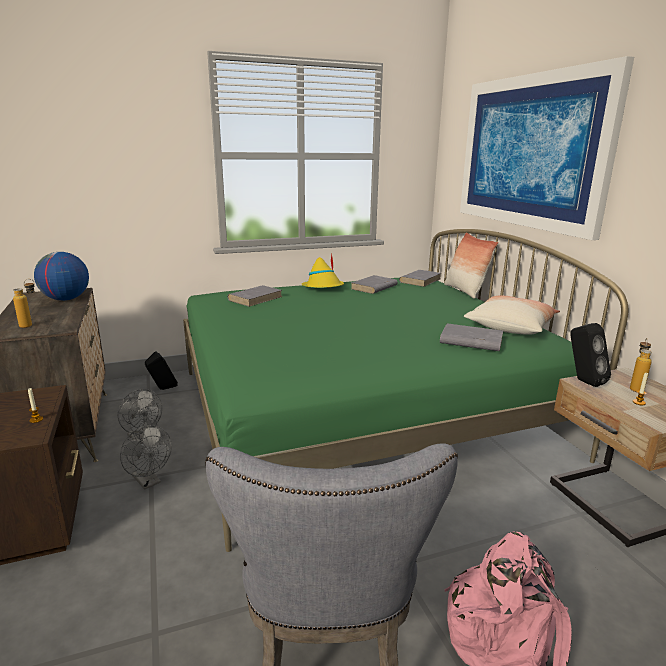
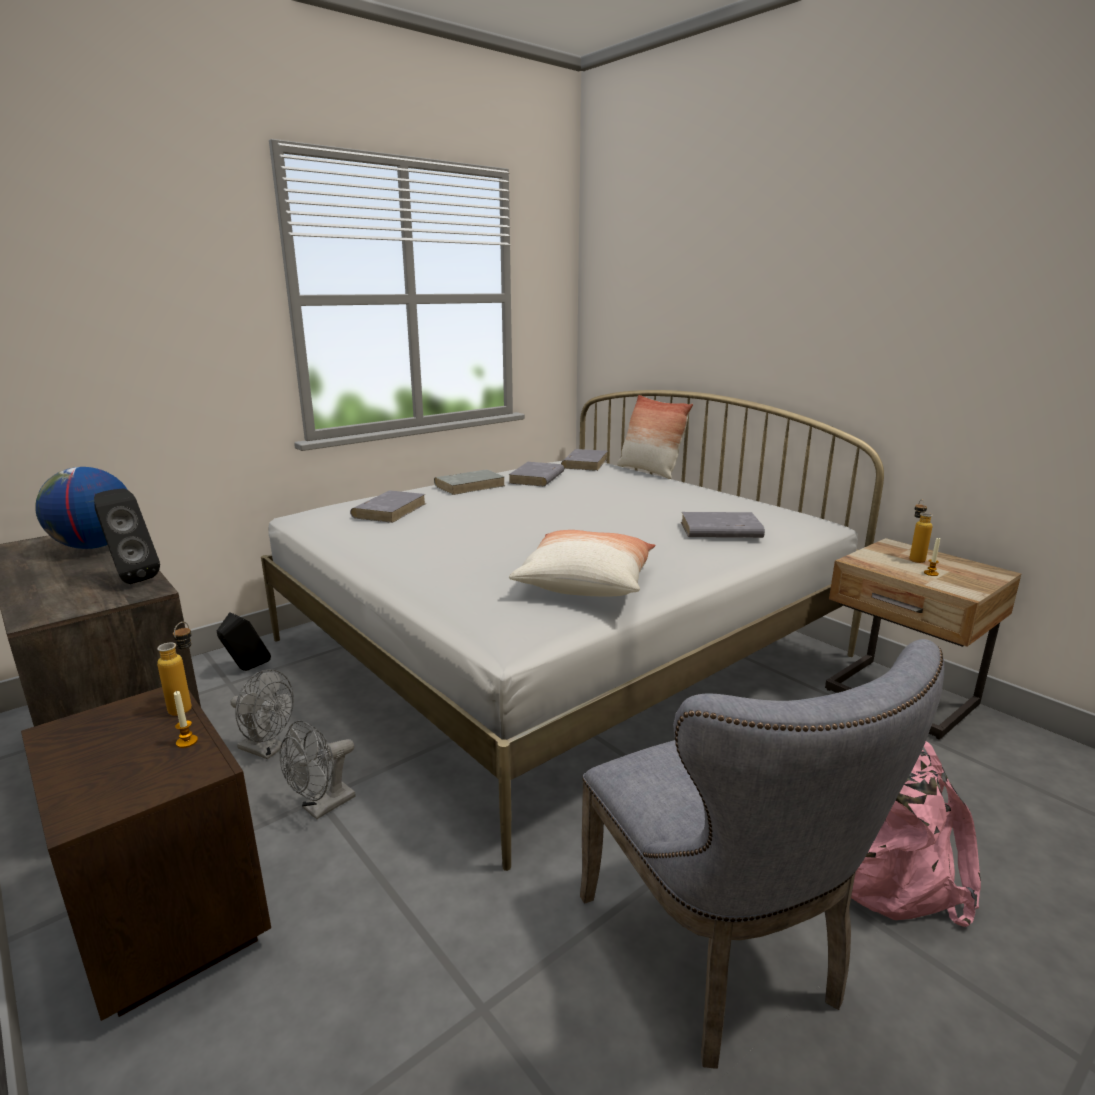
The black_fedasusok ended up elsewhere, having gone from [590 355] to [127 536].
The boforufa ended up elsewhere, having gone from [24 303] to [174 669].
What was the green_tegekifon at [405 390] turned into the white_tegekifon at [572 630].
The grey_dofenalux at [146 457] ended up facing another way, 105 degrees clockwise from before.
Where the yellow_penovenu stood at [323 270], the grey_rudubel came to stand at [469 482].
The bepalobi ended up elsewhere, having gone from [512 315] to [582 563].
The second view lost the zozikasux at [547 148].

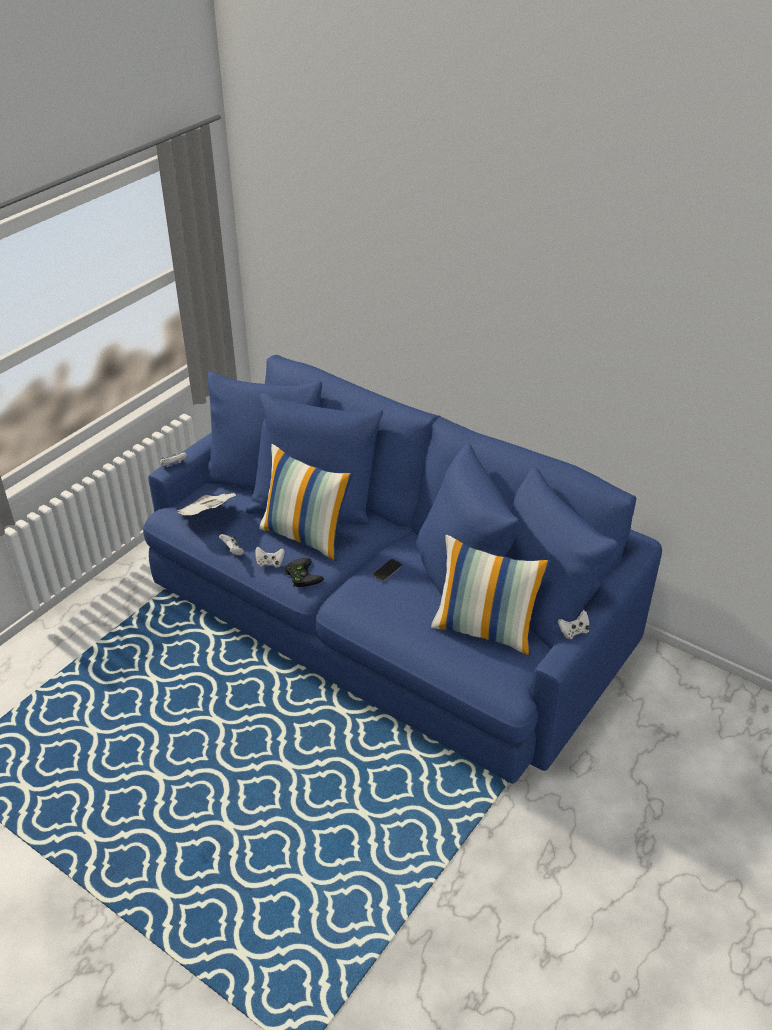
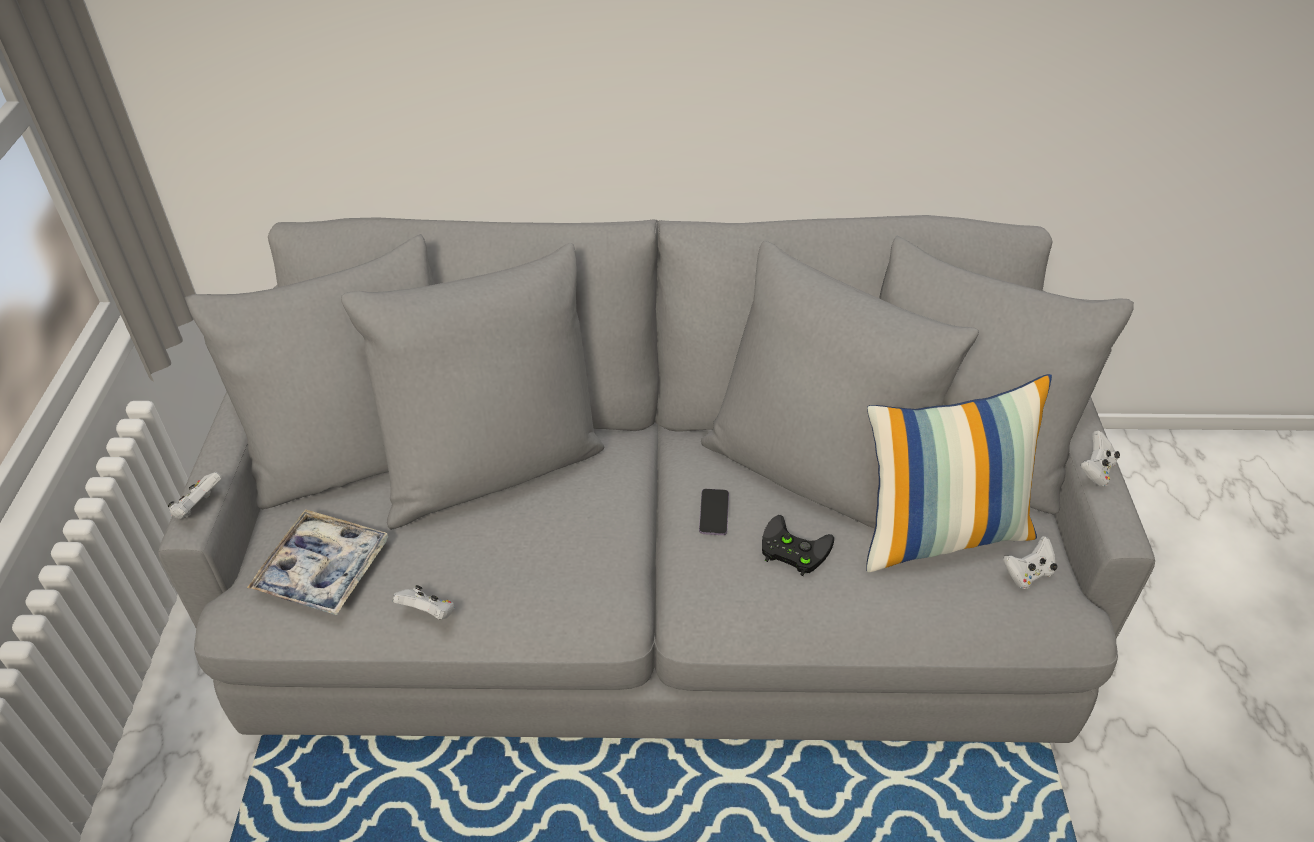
What was the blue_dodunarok at [402 569] turned into the grey_dodunarok at [656 479].
Where the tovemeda stood at [207 504], the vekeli came to stand at [317 562].
The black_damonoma ended up elsewhere, having gone from [304 572] to [798 545].
The white_damonoma ended up elsewhere, having gone from [269 557] to [1030 562].
The second view lost the bepalobi at [306 502].

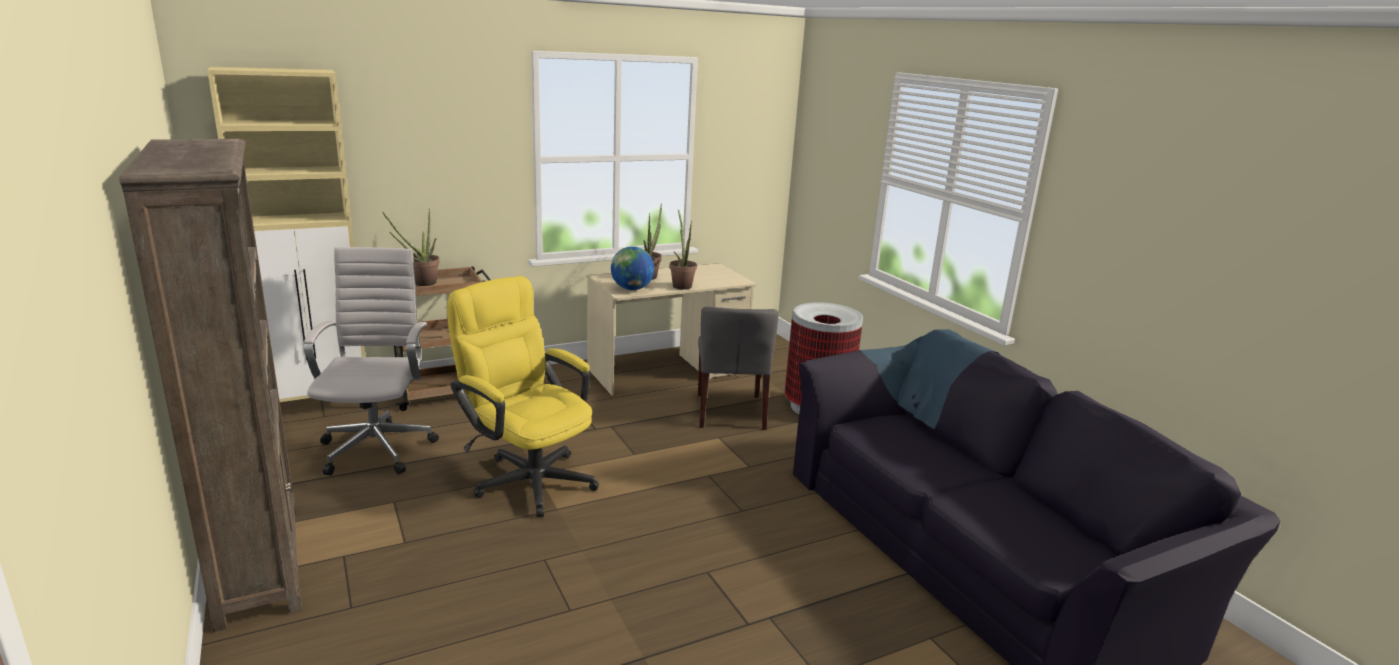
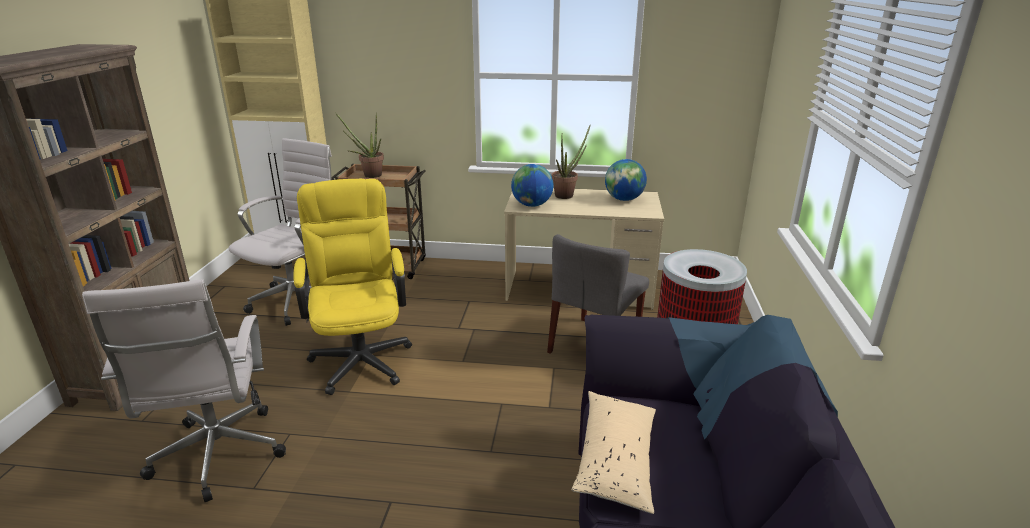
The second view gained the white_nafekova at [184 391].
The second view gained the beige_bepalobi at [613 452].
The second view gained the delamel at [626 180].
The second view lost the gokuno at [683 250].

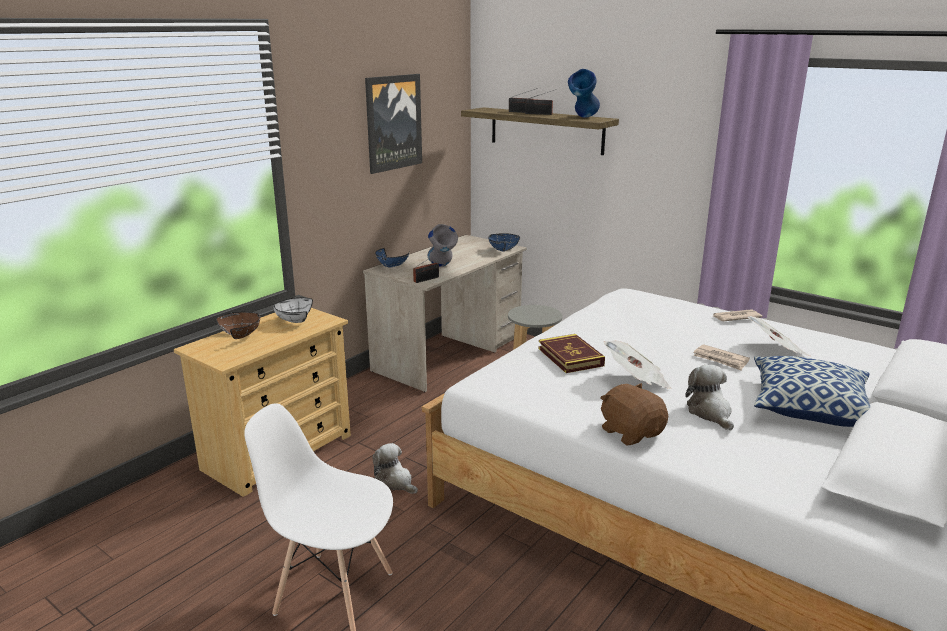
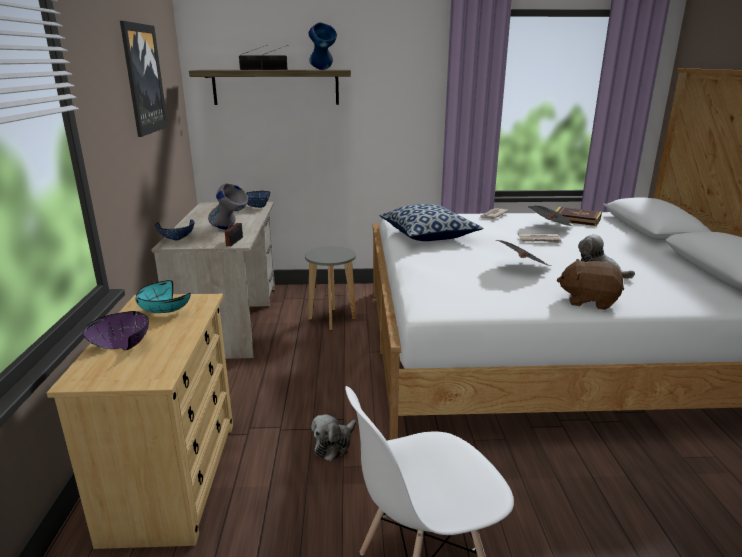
What was the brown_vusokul at [238 325] turned into the purple_vusokul at [116 331].
What was the white_vusokul at [293 310] turned into the turquoise_vusokul at [163 296].
The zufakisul at [395 468] ended up facing another way, 60 degrees counterclockwise from before.
The bepalobi ended up elsewhere, having gone from [812 391] to [431 222].
The rudubel ended up elsewhere, having gone from [571 353] to [578 216].

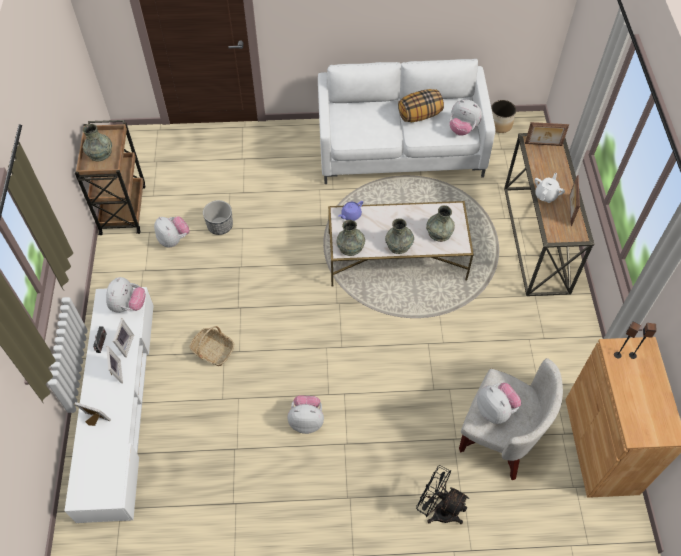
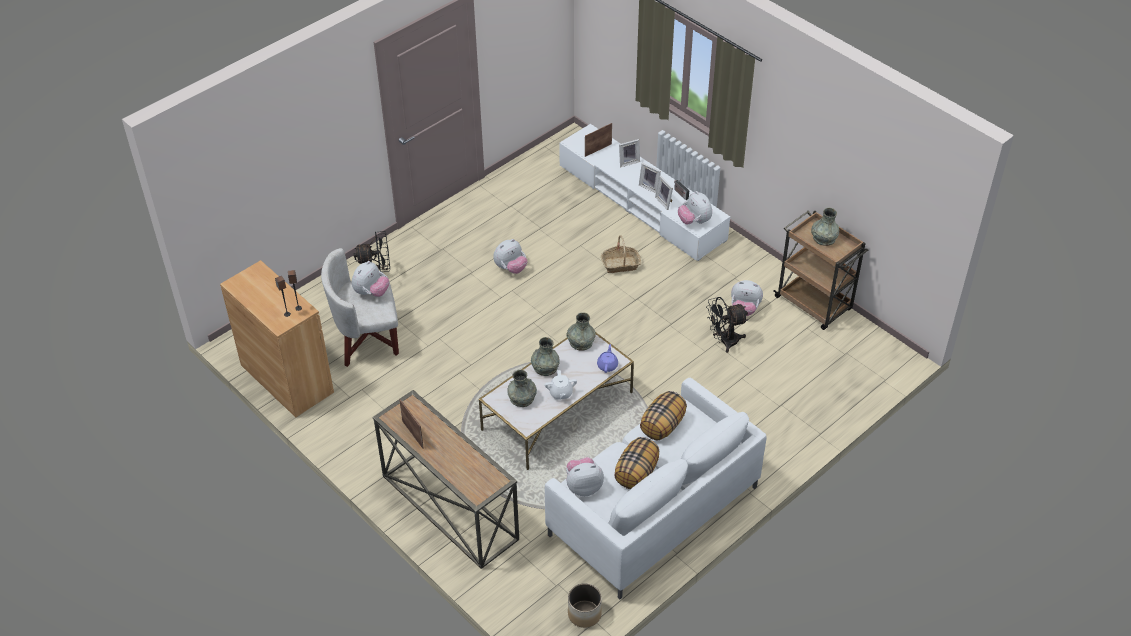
The zufakisul at [499 403] ended up facing another way, 75 degrees counterclockwise from before.
The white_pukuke ended up elsewhere, having gone from [549 188] to [561 385].
The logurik ended up elsewhere, having gone from [547 134] to [598 140].
The second view gained the bepalobi at [663 415].
Where the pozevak stood at [218 217], the black_dofenalux came to stand at [727 325].

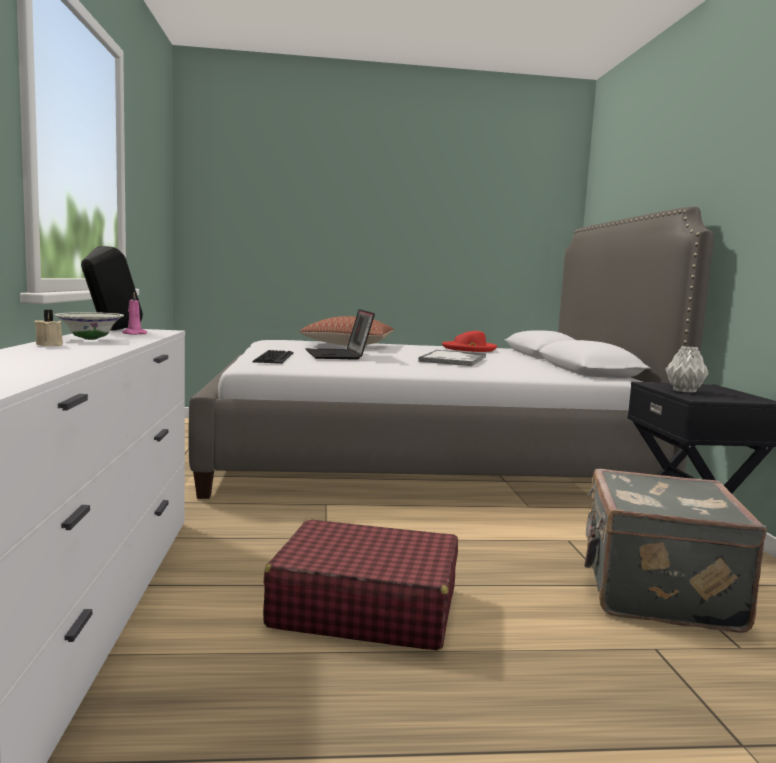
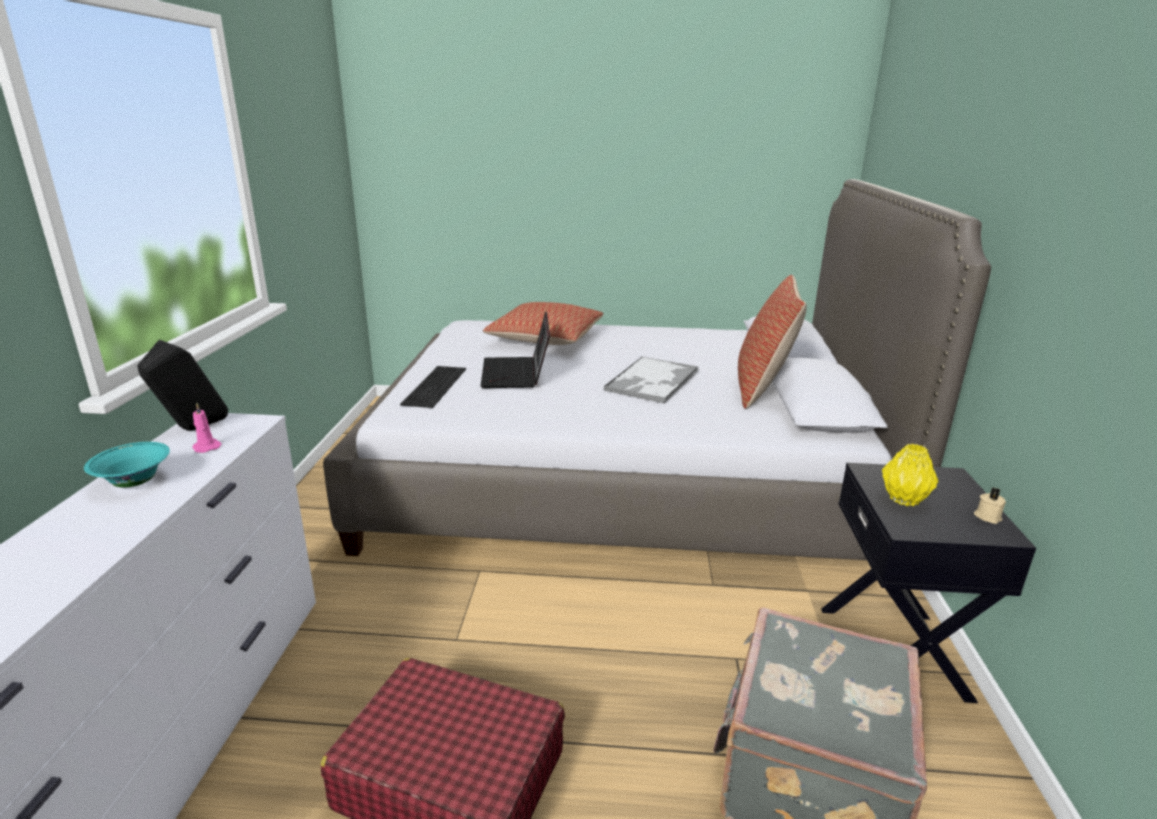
What was the white_vusokul at [89 326] turned into the turquoise_vusokul at [127 465].
The second view gained the bepalobi at [772 342].
What was the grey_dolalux at [686 369] turned into the yellow_dolalux at [910 475].
The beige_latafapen ended up elsewhere, having gone from [48 328] to [990 505].
The second view lost the red_penovenu at [469 341].

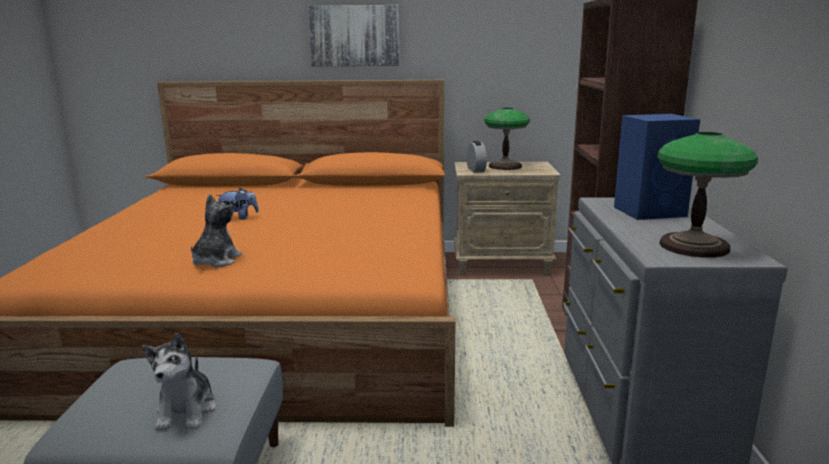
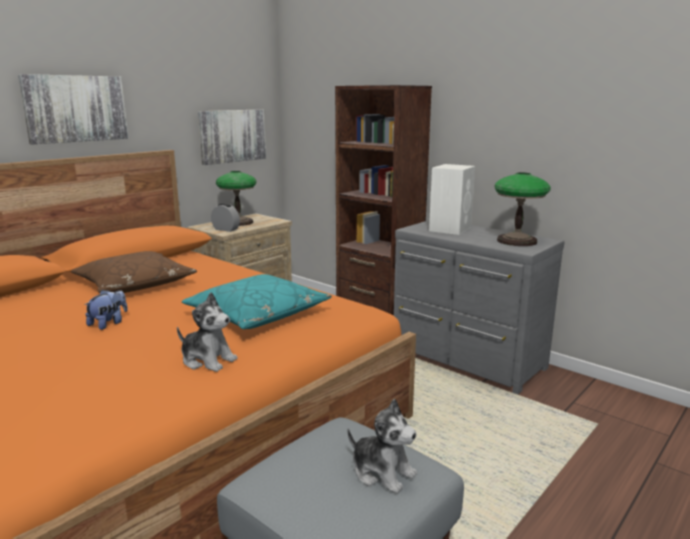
The second view gained the brown_bepalobi at [133 272].
The zufakisul at [216 231] ended up facing another way, 150 degrees clockwise from before.
The second view gained the turquoise_bepalobi at [257 301].
The second view gained the zozikasux at [232 137].
What was the blue_fedasusok at [657 167] turned into the white_fedasusok at [452 199].

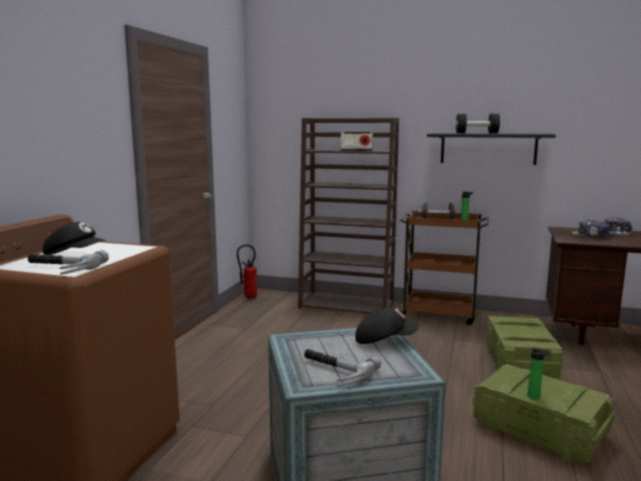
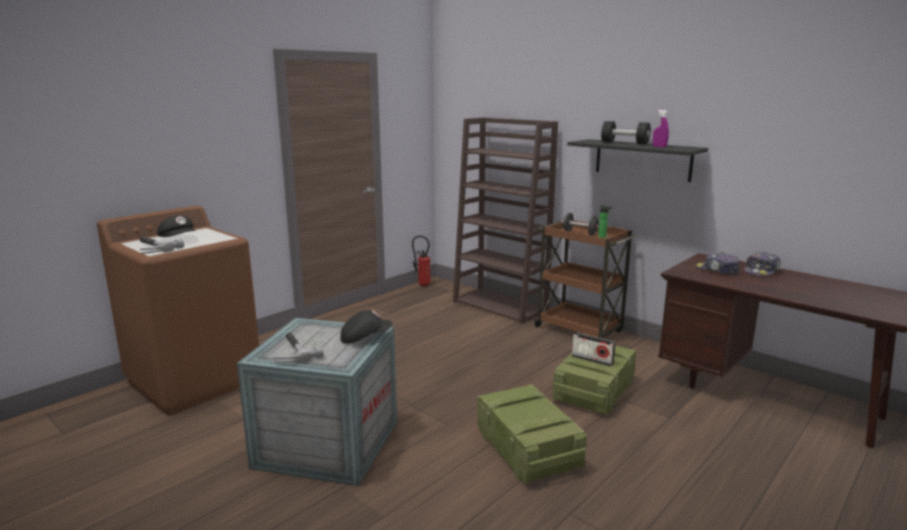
The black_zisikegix at [387 325] ended up facing another way, 45 degrees counterclockwise from before.
The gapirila ended up elsewhere, having gone from [357 141] to [594 349].
The second view gained the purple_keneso at [661 128].
The second view lost the boforufa at [539 373].

